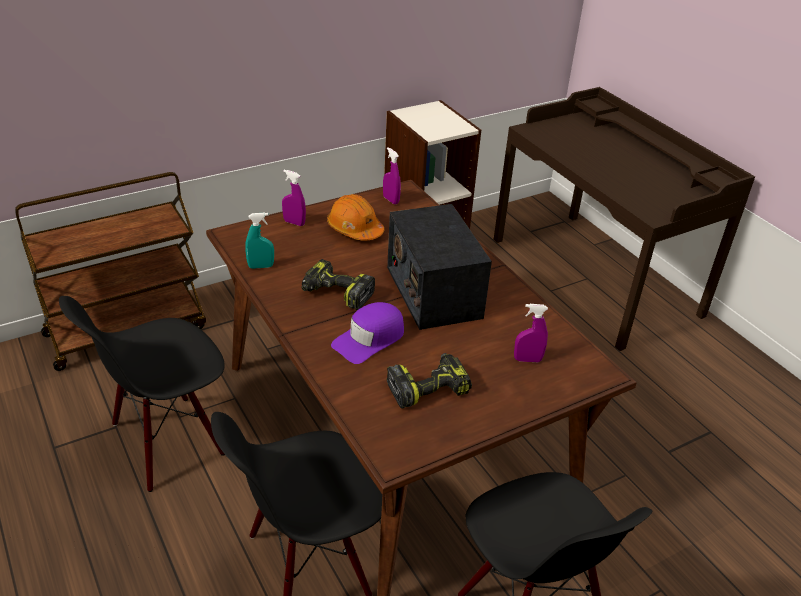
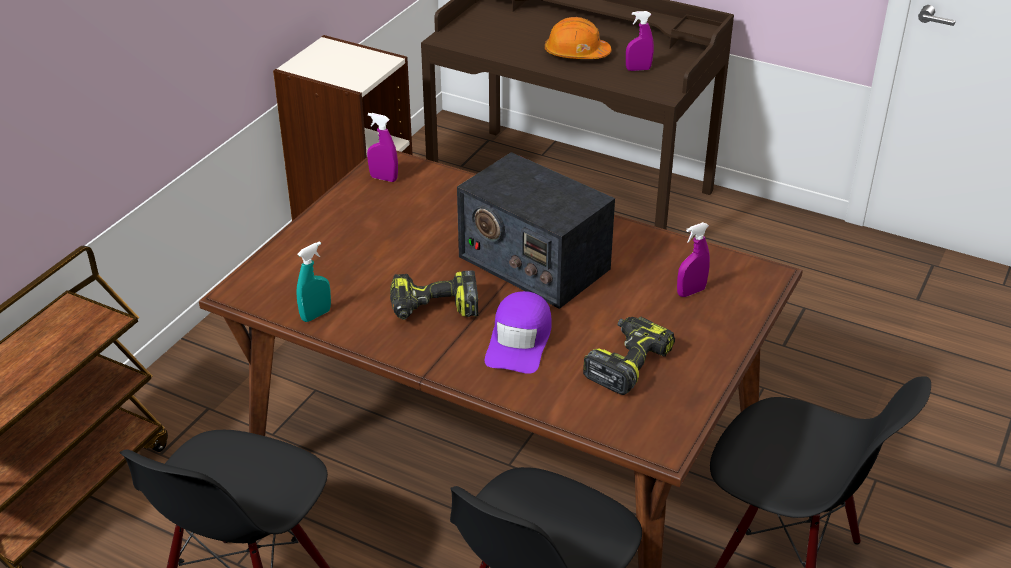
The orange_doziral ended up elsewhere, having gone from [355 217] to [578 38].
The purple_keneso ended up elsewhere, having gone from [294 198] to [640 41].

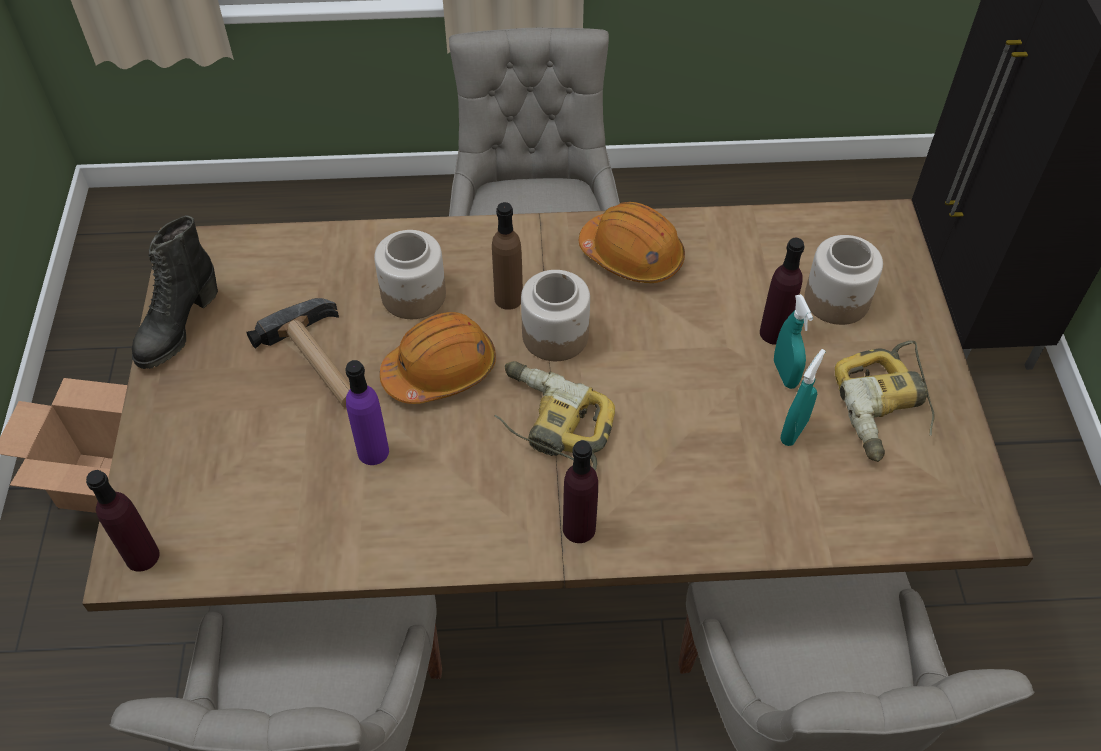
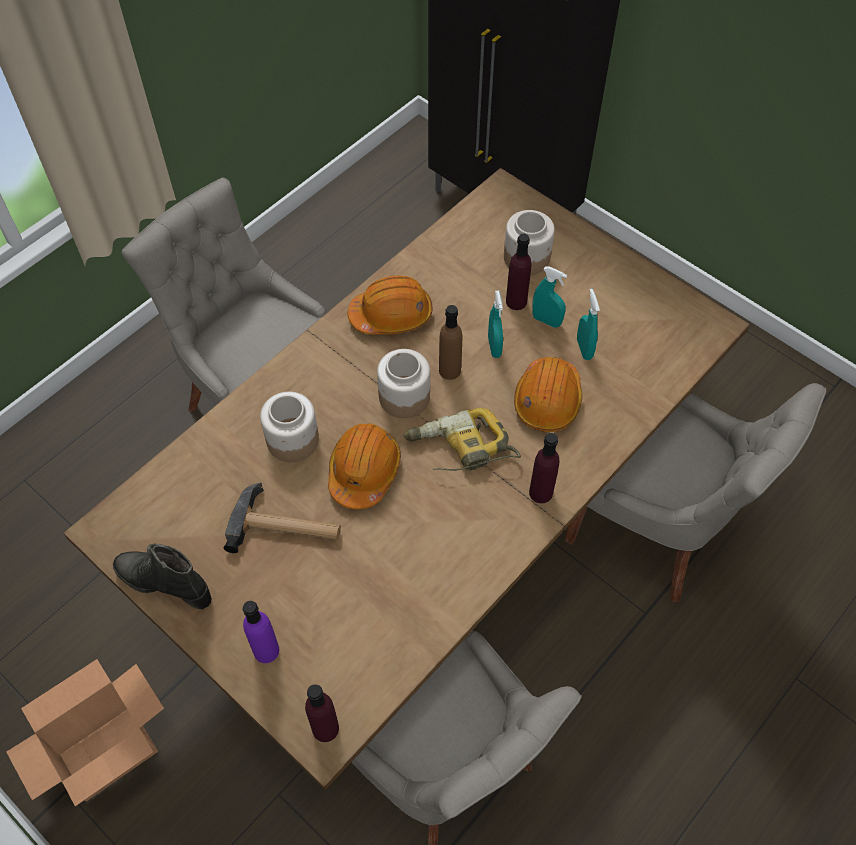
The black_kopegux at [175 292] ended up facing another way, 135 degrees clockwise from before.
The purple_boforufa ended up elsewhere, having gone from [367 412] to [261 632].
The brown_boforufa ended up elsewhere, having gone from [507 256] to [450 342].
The second view gained the turquoise_keneso at [495 324].
The second view gained the orange_doziral at [548 394].
The second view lost the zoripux at [885 401].

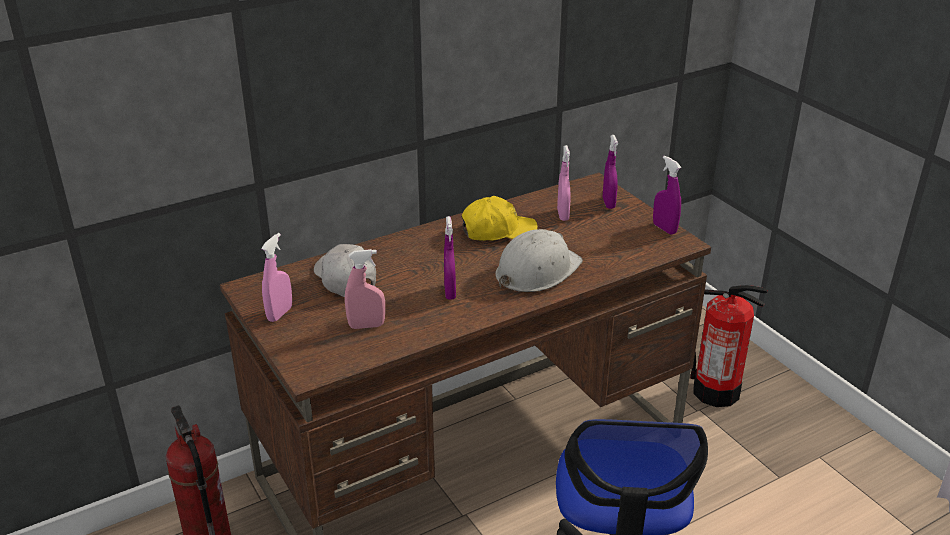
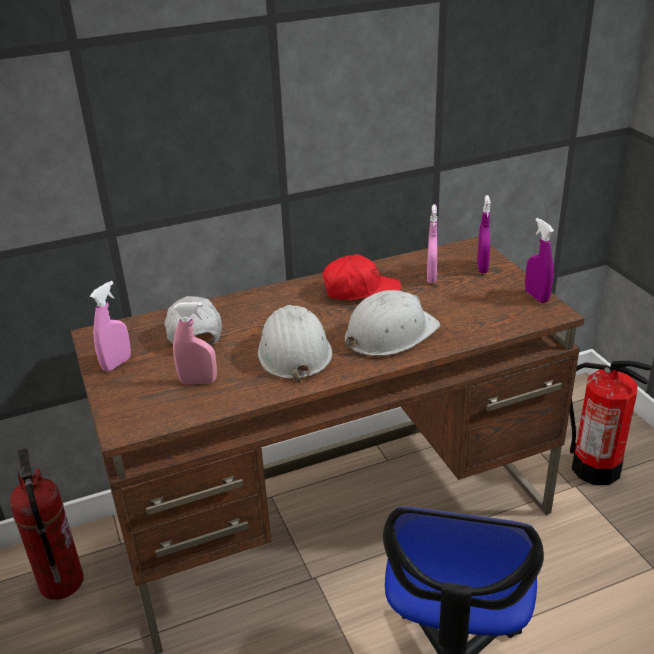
Where the purple_keneso stood at [450 258], the white_doziral came to stand at [295 344].
What was the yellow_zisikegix at [499 218] turned into the red_zisikegix at [361 277].

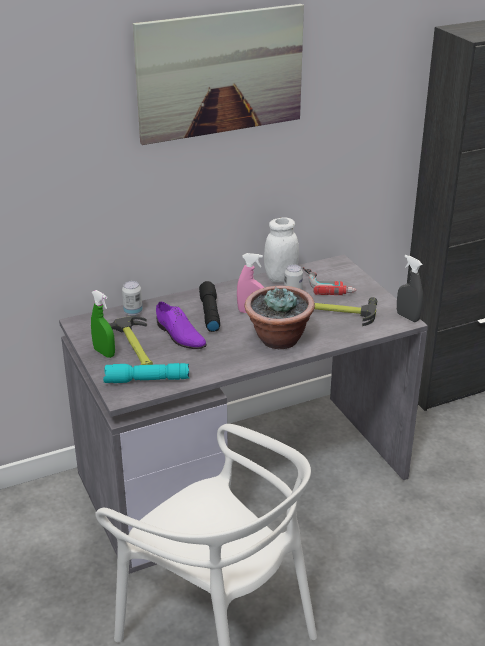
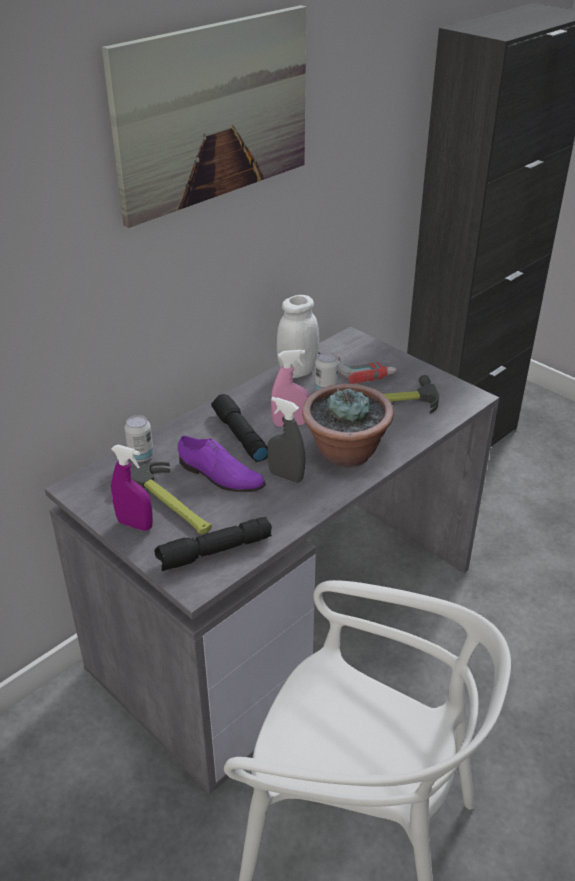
What was the green_keneso at [103 324] turned into the purple_keneso at [132 487].
What was the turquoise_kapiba at [146 373] turned into the black_kapiba at [213 544].
The grey_keneso ended up elsewhere, having gone from [410 288] to [286 440].

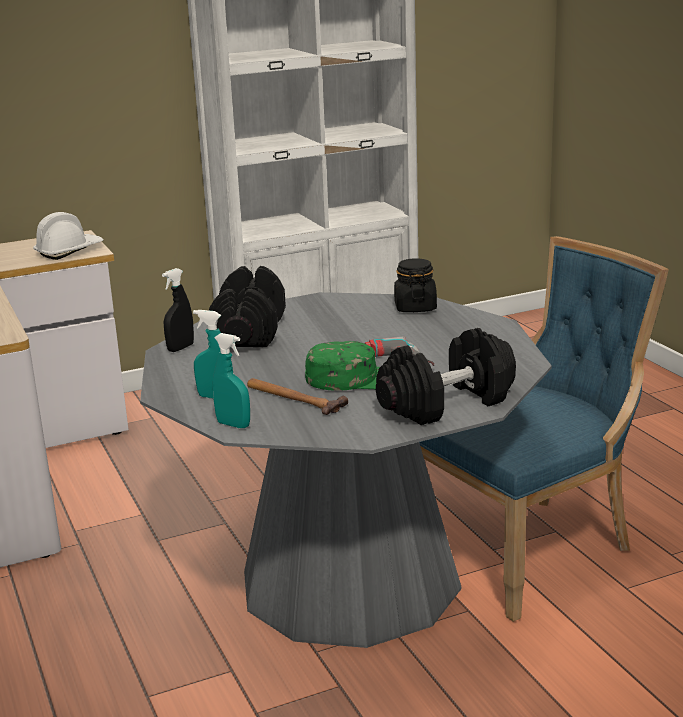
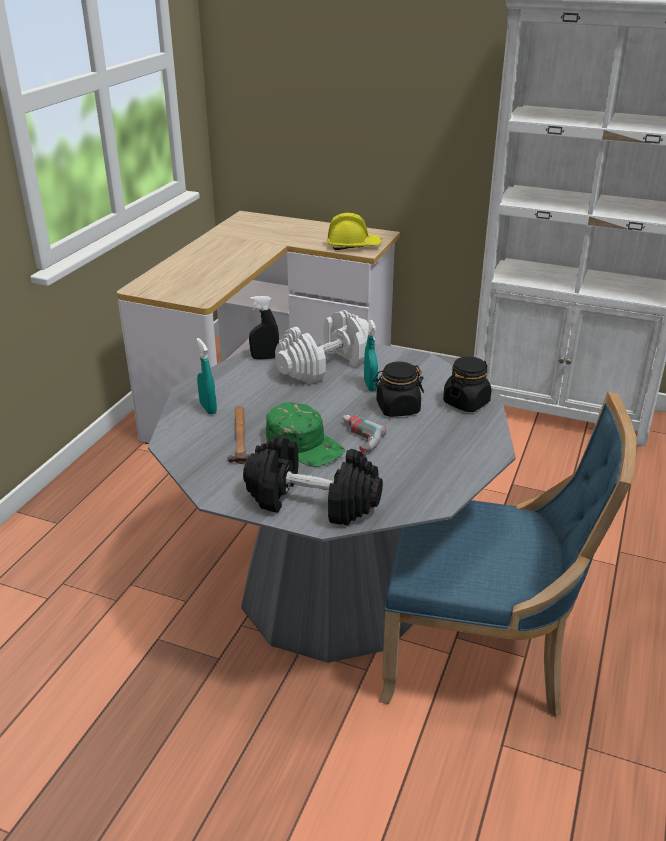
What was the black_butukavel at [247 306] turned into the white_butukavel at [322 347].
What was the white_doziral at [68 236] turned into the yellow_doziral at [355 231].
The turquoise_keneso ended up elsewhere, having gone from [231 380] to [371 355].
The second view gained the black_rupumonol at [398 389].

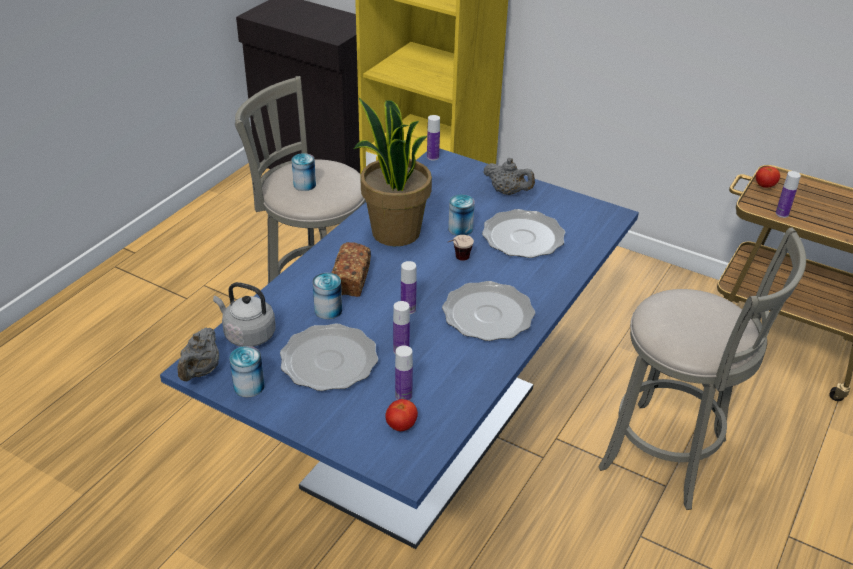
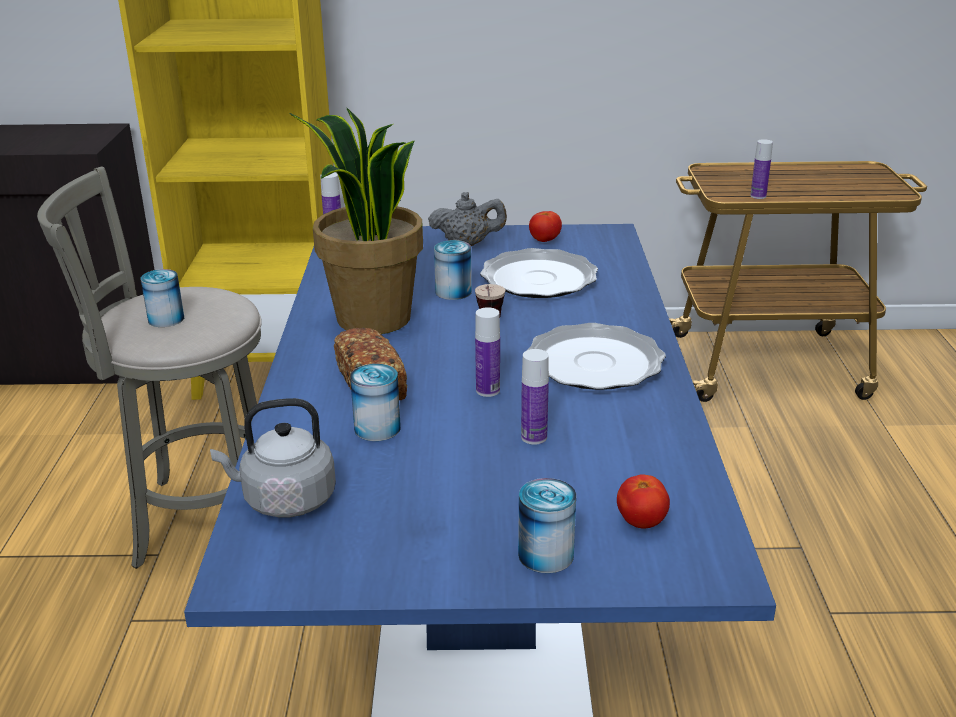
The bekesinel ended up elsewhere, having gone from [247 371] to [547 525].
The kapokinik ended up elsewhere, having gone from [768 177] to [545 226].
The second view lost the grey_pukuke at [198 354].
The second view lost the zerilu at [329 357].
The second view lost the boforufa at [404 373].
The second view lost the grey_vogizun at [702 368].

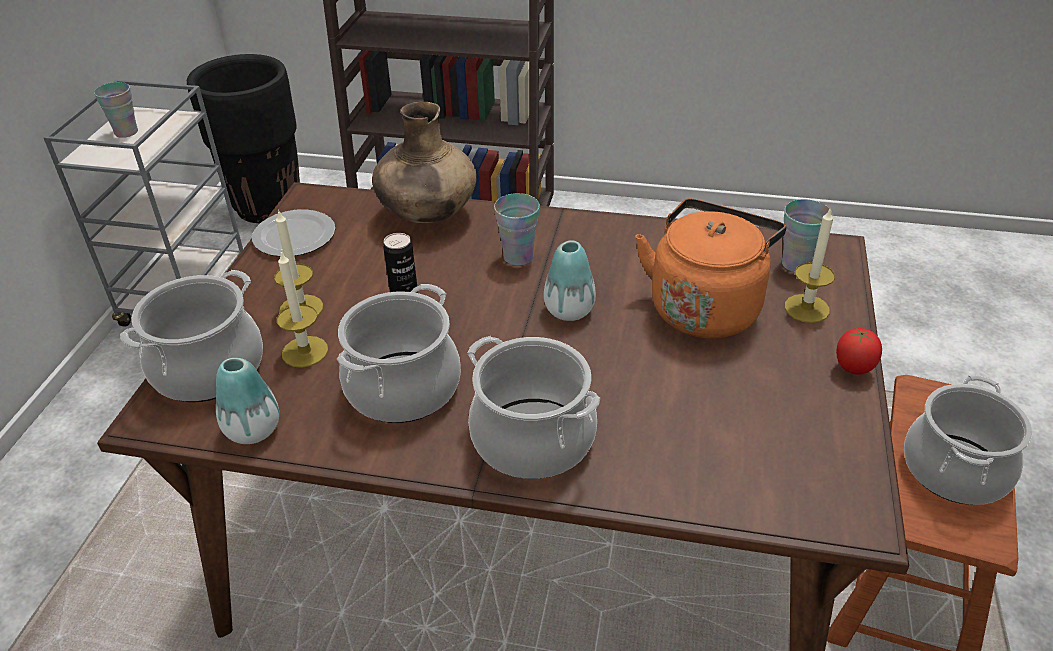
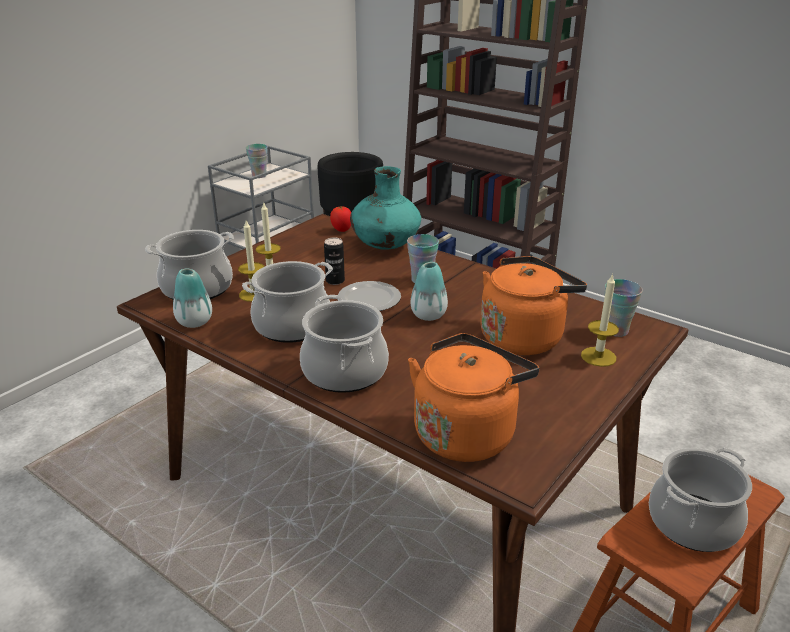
The kapokinik ended up elsewhere, having gone from [859 351] to [340 219].
The zerilu ended up elsewhere, having gone from [293 233] to [369 296].
What was the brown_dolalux at [424 162] turned into the turquoise_dolalux at [385 208].
The second view gained the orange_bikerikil at [473 397].

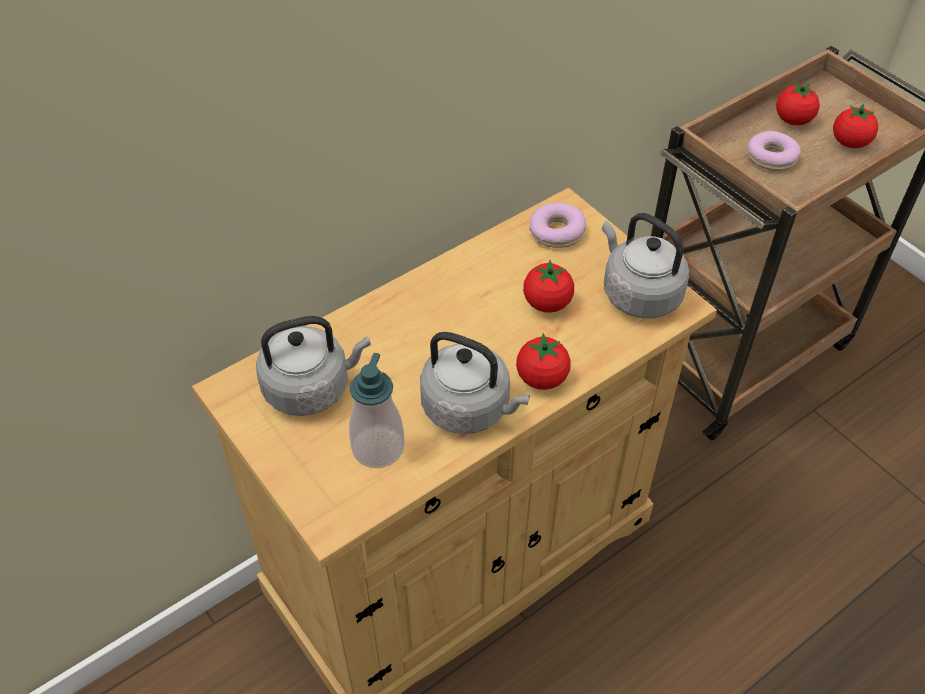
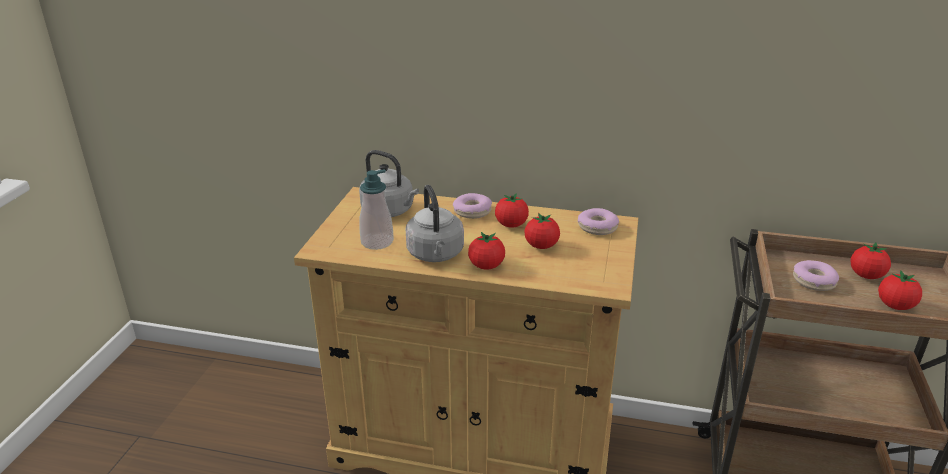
The second view gained the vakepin at [472 206].
The second view gained the kapokinik at [512 210].
The second view lost the grey_bikerikil at [646 265].

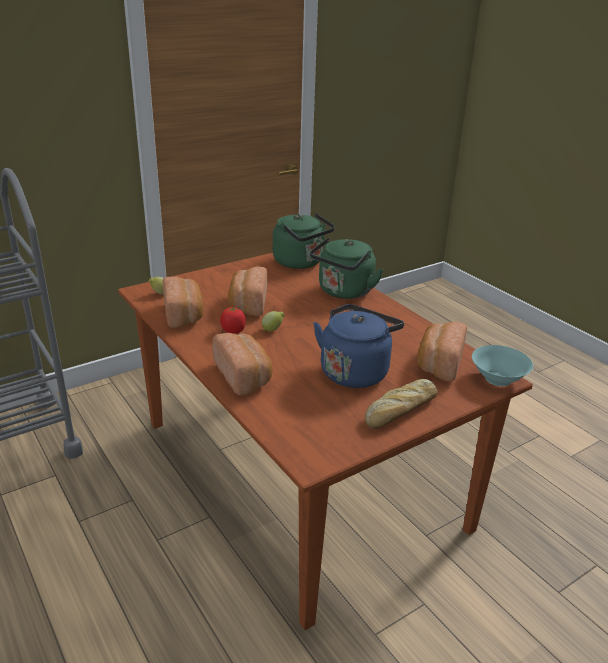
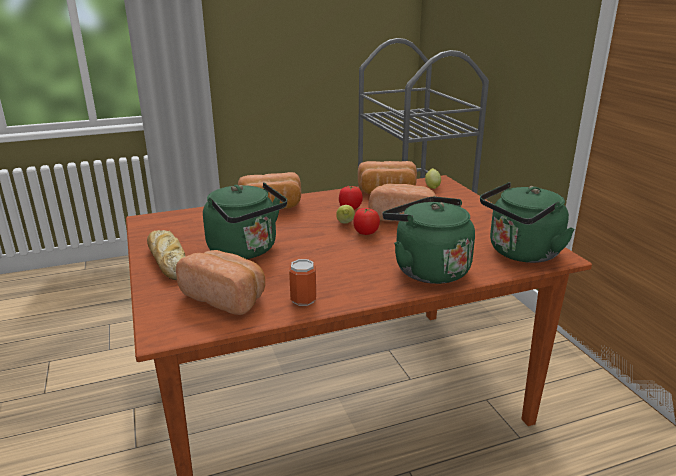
What was the blue_bikerikil at [358 346] turned into the green_bikerikil at [245 220].
The second view gained the bekesinel at [302 282].
The second view gained the kapokinik at [366 221].
The second view lost the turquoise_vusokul at [502 365].

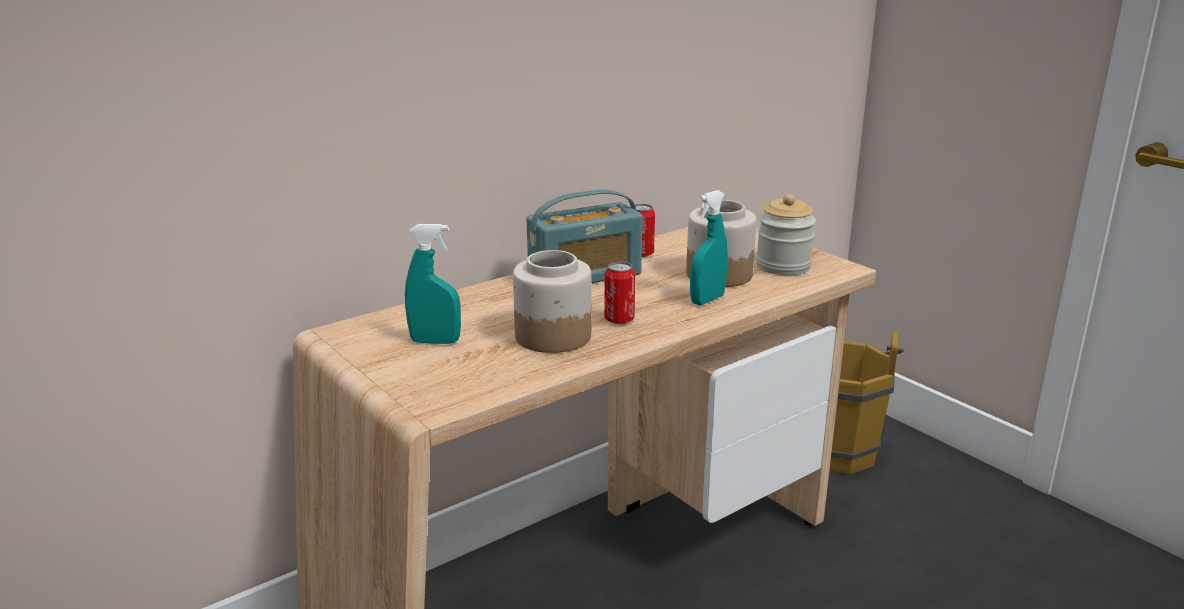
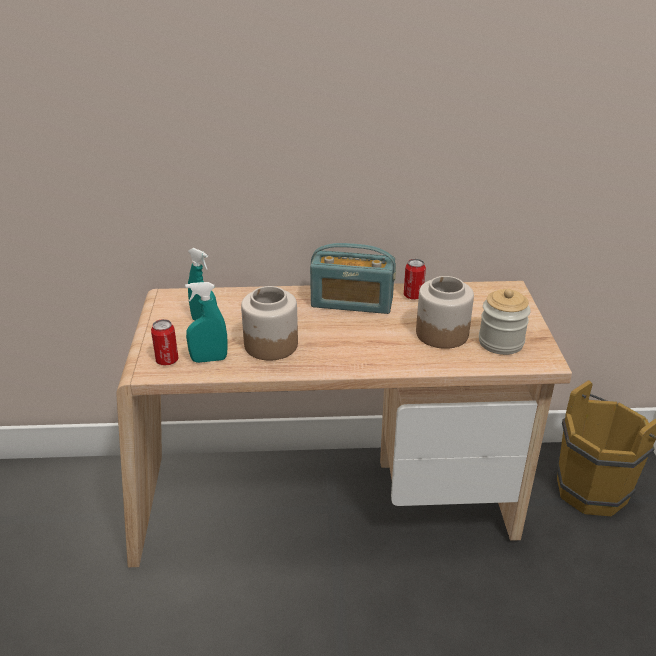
The bekesinel ended up elsewhere, having gone from [619 293] to [165 342].
The turquoise_keneso ended up elsewhere, having gone from [709 247] to [206 322].

